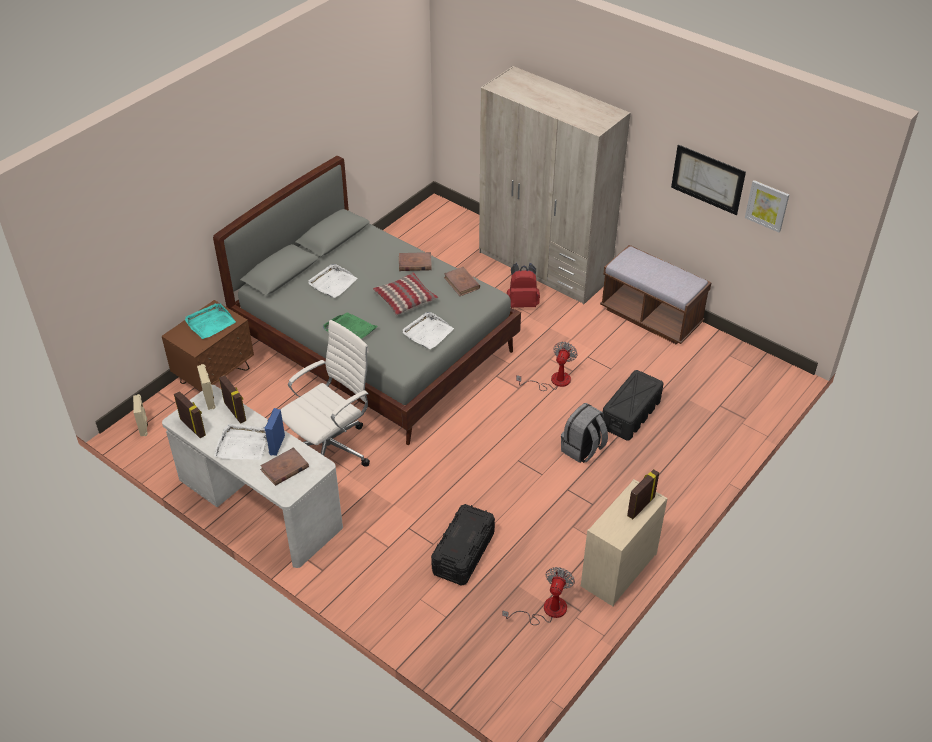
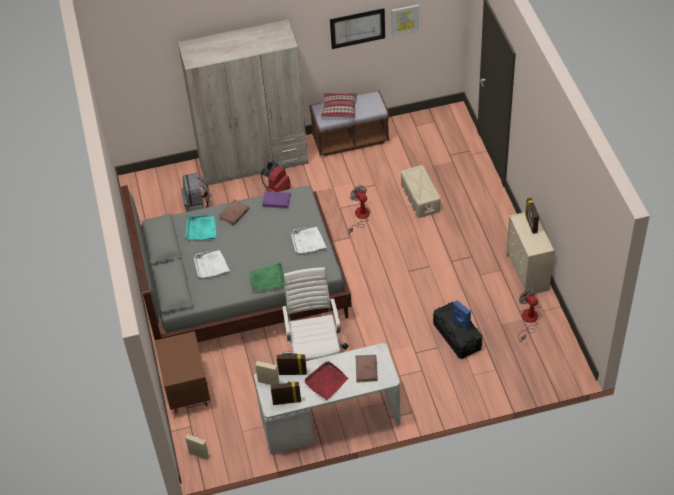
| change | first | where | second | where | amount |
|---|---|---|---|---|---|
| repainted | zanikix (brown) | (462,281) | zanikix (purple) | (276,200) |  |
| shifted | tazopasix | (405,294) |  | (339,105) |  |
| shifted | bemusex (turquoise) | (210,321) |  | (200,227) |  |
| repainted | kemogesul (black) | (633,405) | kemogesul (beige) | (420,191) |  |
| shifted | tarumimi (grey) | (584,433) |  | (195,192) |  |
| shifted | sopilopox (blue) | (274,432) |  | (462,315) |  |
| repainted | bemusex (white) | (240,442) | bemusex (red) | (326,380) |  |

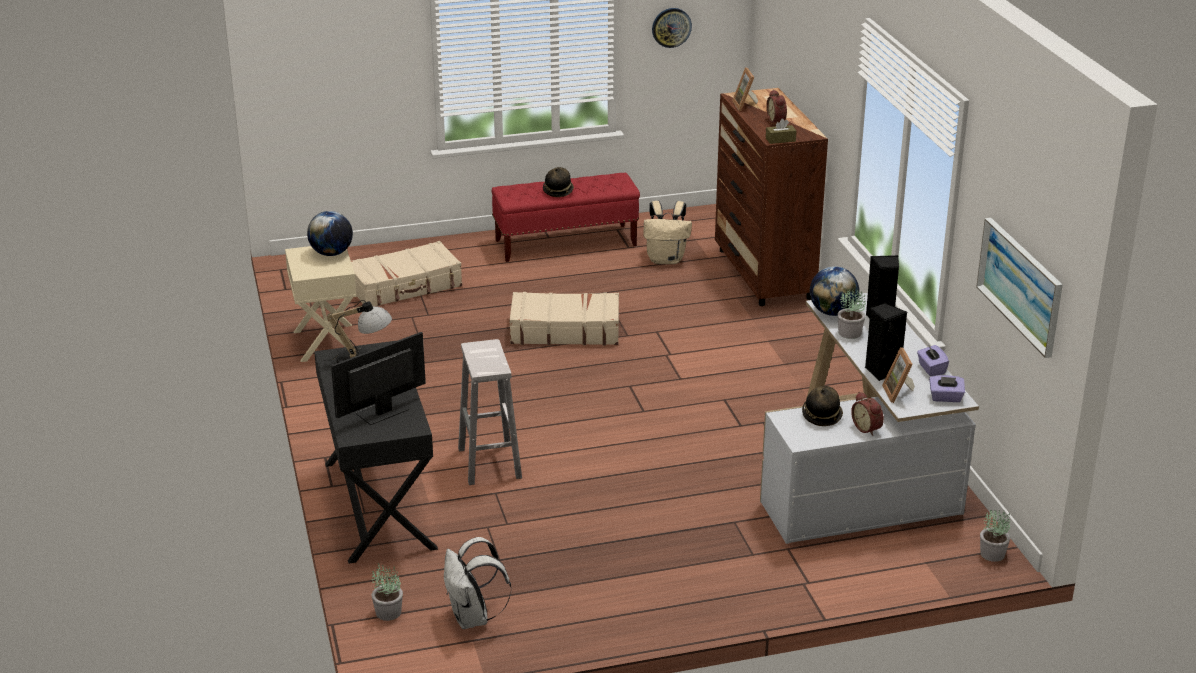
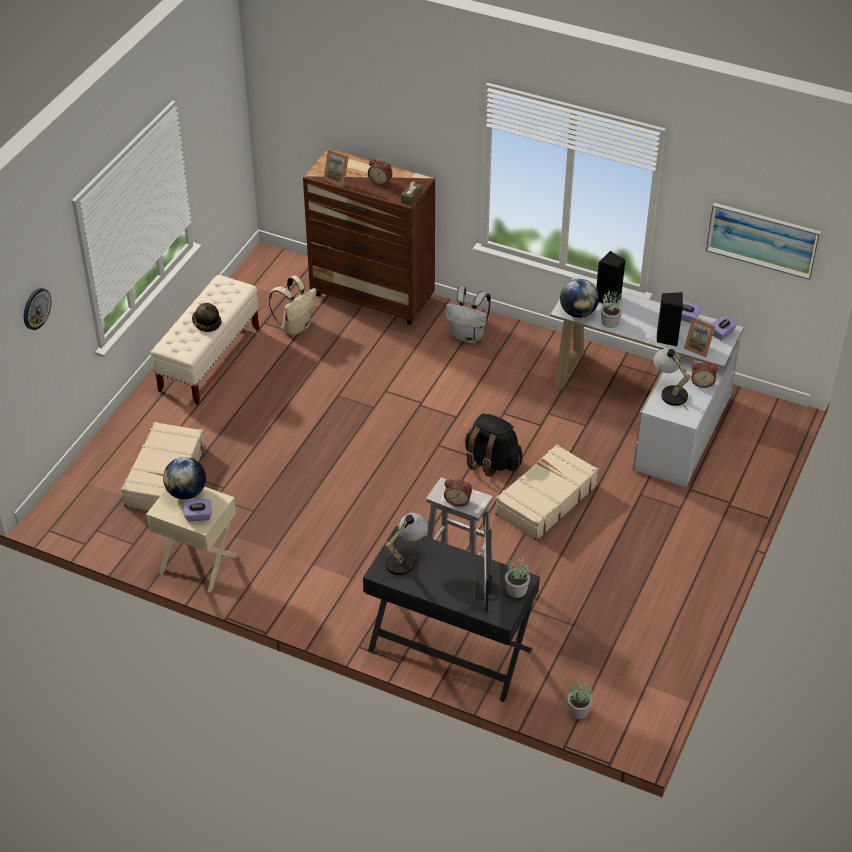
| change | first | where | second | where | amount |
|---|---|---|---|---|---|
| shifted | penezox | (672,28) |  | (38,309) |  |
| repainted | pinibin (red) | (566,217) | pinibin (beige) | (204,340) |  |
| shifted | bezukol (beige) | (564,318) |  | (546,492) |  |
| swapped | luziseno | (822,406) | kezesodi | (672,379) |  |
| shifted | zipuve | (995,536) |  | (517,577) |  |
| shifted | tarumimi (white) | (477,583) |  | (468,314) |  |
| new |  |  | tarumimi (black) | (493,445) |  |
| new |  |  | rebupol | (458,493) |  |
| new |  |  | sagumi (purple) | (197,510) |  |

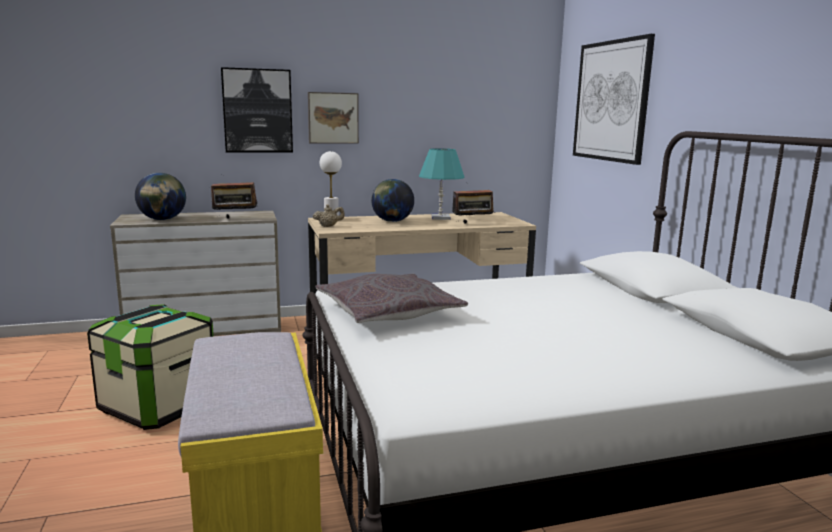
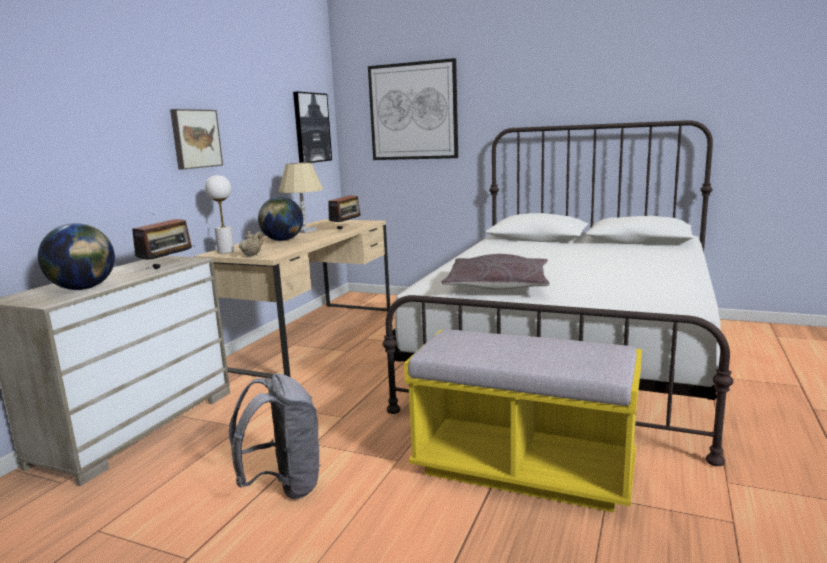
| change | first | where | second | where | amount |
|---|---|---|---|---|---|
| shifted | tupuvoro | (257,109) |  | (312,127) |  |
| repainted | kezesodi (turquoise) | (441,184) | kezesodi (beige) | (300,197) |  |
| swapped | kemogesul | (150,367) | tarumimi (grey) | (275,436) |  |

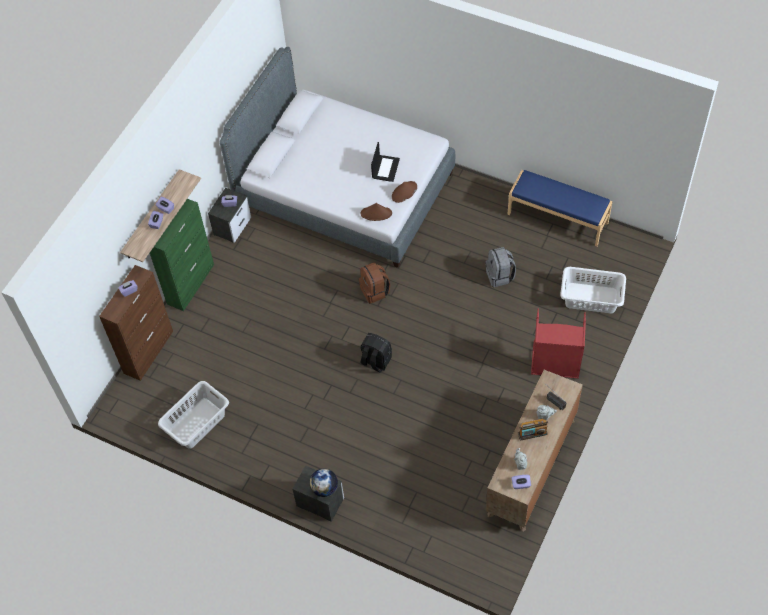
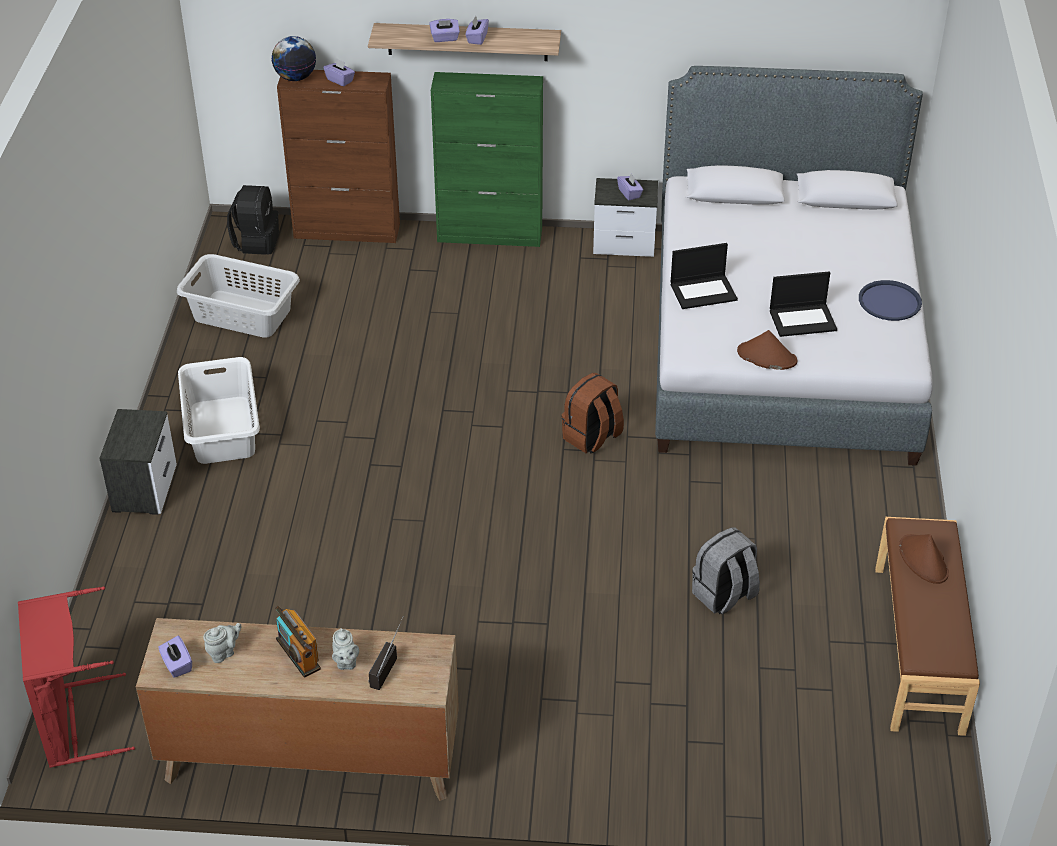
| change | first | where | second | where | amount |
|---|---|---|---|---|---|
| repainted | pinibin (blue) | (560,208) | pinibin (brown) | (927,626) |  |
| shifted | luziseno (brown) | (376,212) |  | (924,559) |  |
| shifted | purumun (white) | (593,290) |  | (219,410) |  |
| shifted | purumun (red) | (558,343) |  | (76,677) |  |
| shifted | tarumimi (black) | (376,353) |  | (253,220) |  |
| shifted | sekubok | (324,483) |  | (293,58) |  |
| new |  |  | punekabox | (704,276) |  |
| new |  |  | bemusex (blue) | (890,300) |  |

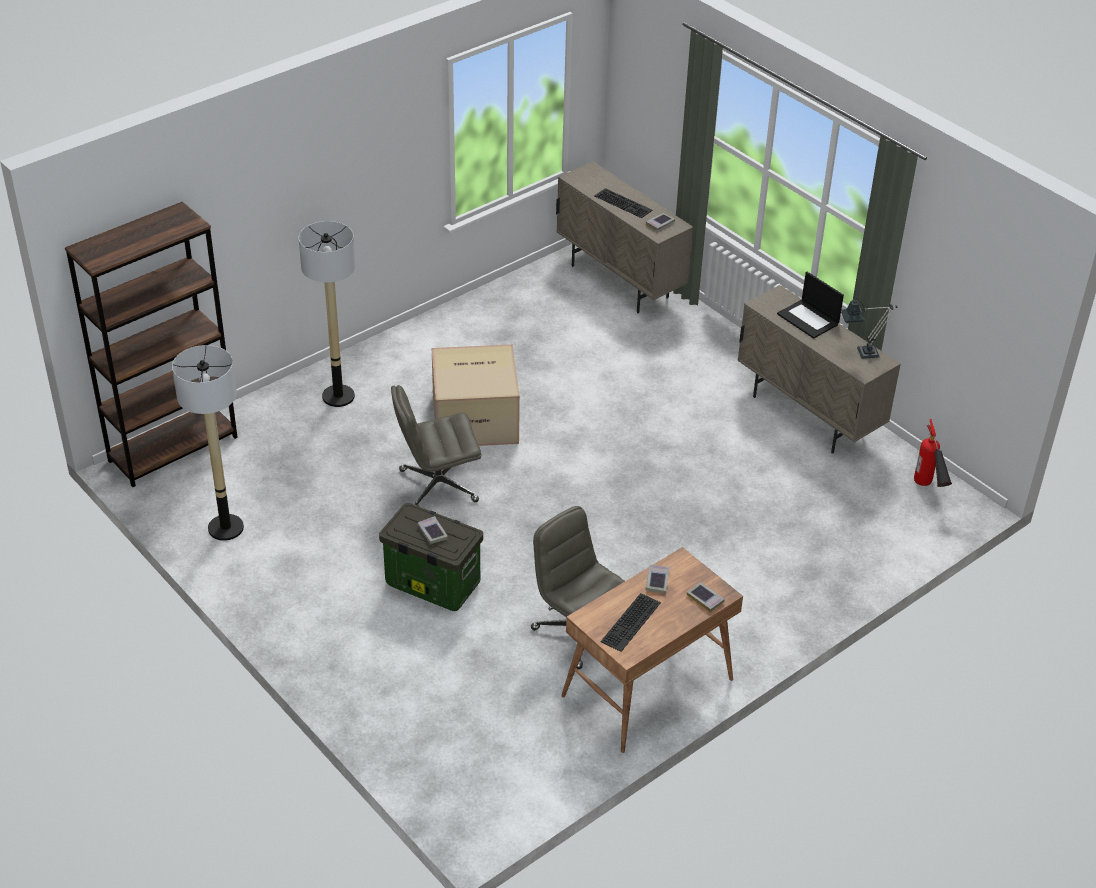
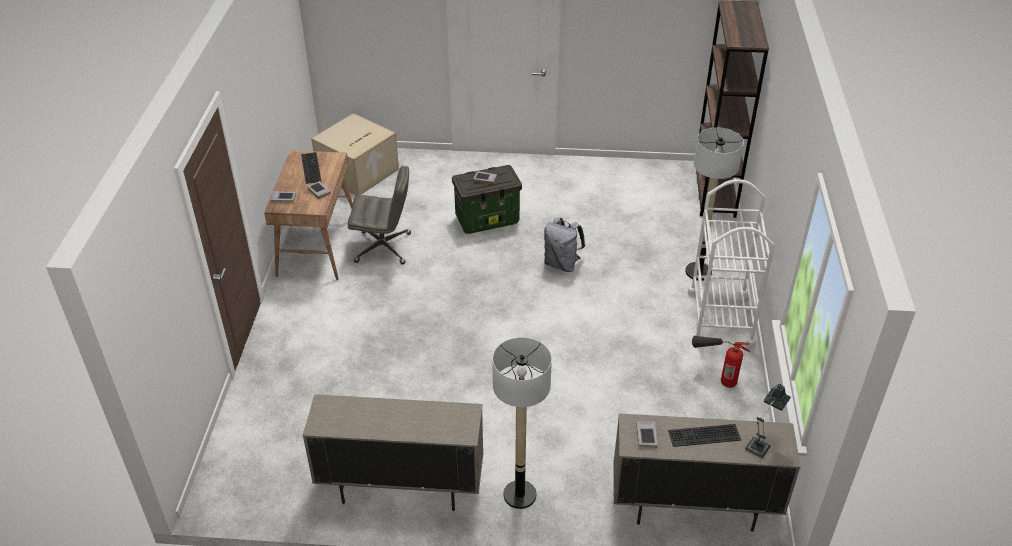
| change | first | where | second | where | amount |
|---|---|---|---|---|---|
| gone | punekabox | (810,305) |  |  |  |
| shifted | kezesodi | (869,329) |  | (768,421) |  |
| shifted | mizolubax | (476,395) |  | (355,154) |  |
| shifted | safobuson | (208,443) |  | (522,423) |  |
| swapped | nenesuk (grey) | (436,445) | tarumimi (grey) | (564,245) |  |
| shifted | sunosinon | (933,453) |  | (721,362) |  |
| new |  |  | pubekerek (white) | (731,264) |  |

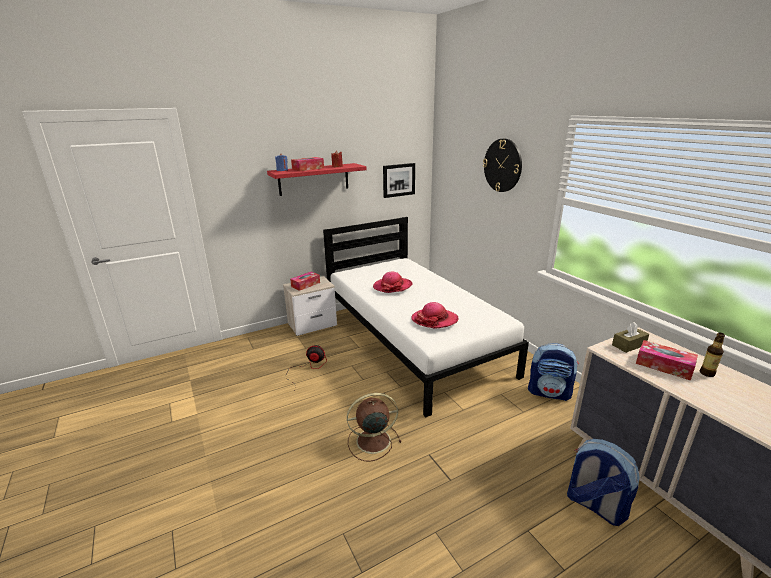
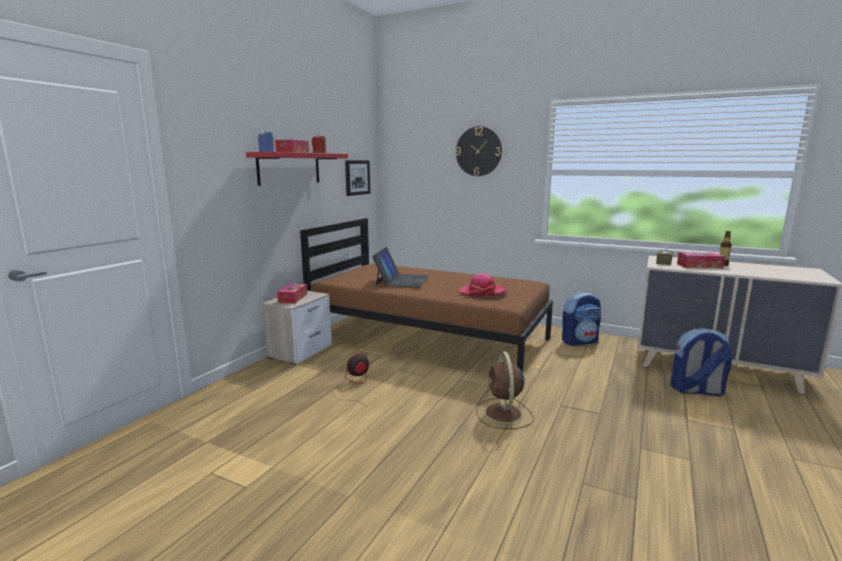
| change | first | where | second | where | amount |
|---|---|---|---|---|---|
| repainted | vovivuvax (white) | (426,317) | vovivuvax (brown) | (426,295) |  |
| swapped | luziseno | (393,282) | punekabox | (400,267) |  |
| rotated | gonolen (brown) | (374,427) |  | (505,390) | 45 degrees counterclockwise |

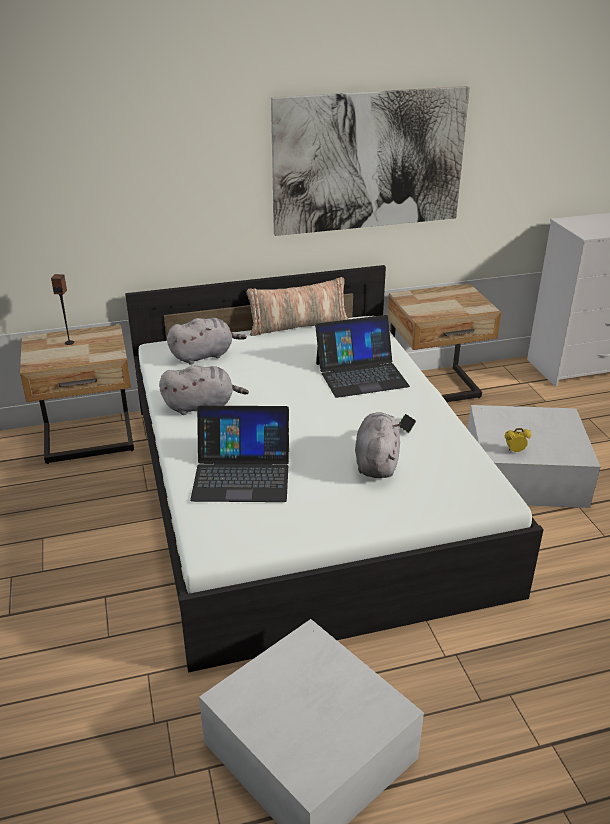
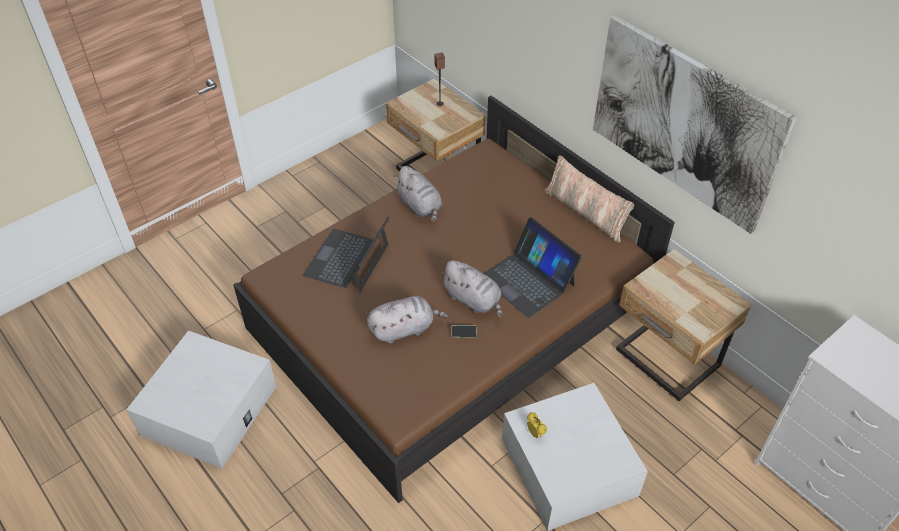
| change | first | where | second | where | amount |
|---|---|---|---|---|---|
| repainted | vovivuvax (white) | (334,469) | vovivuvax (brown) | (454,299) |  |
| shifted | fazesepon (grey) | (207,341) |  | (471,289) |  |
| rotated | punekabox | (239,454) |  | (346,254) | 45 degrees clockwise |

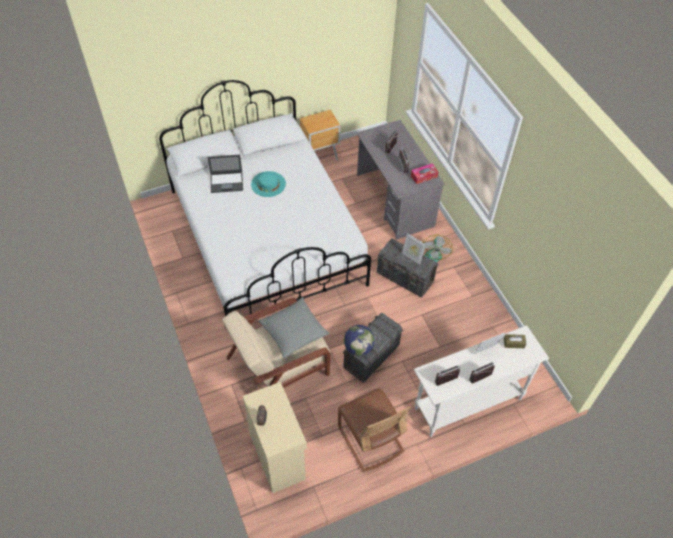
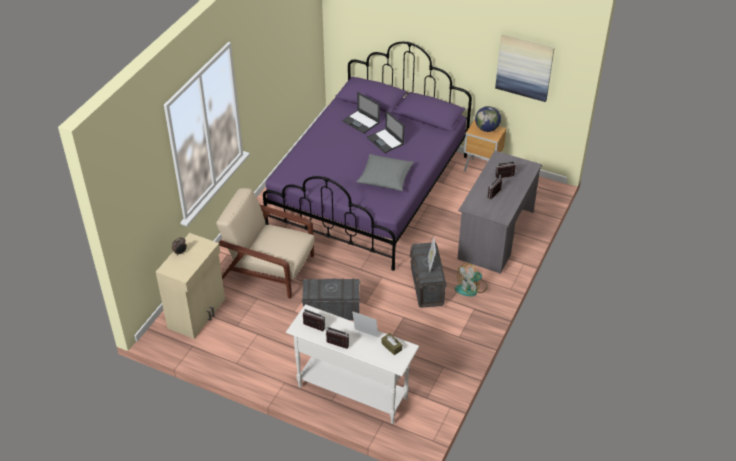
| change | first | where | second | where | amount |
|---|---|---|---|---|---|
| repainted | vovivuvax (white) | (265,198) | vovivuvax (purple) | (367,156) |  |
| gone | sagumi | (424,173) |  |  |  |
| swapped | luziseno (turquoise) | (268,184) | punekabox | (385,131) |  |
| shifted | tazopasix (grey) | (294,327) |  | (385,172) |  |
| shifted | sekubok | (359,340) |  | (488,119) |  |
| gone | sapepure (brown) | (374,430) |  |  |  |
| new |  |  | tupuvoro | (525,68) |  |

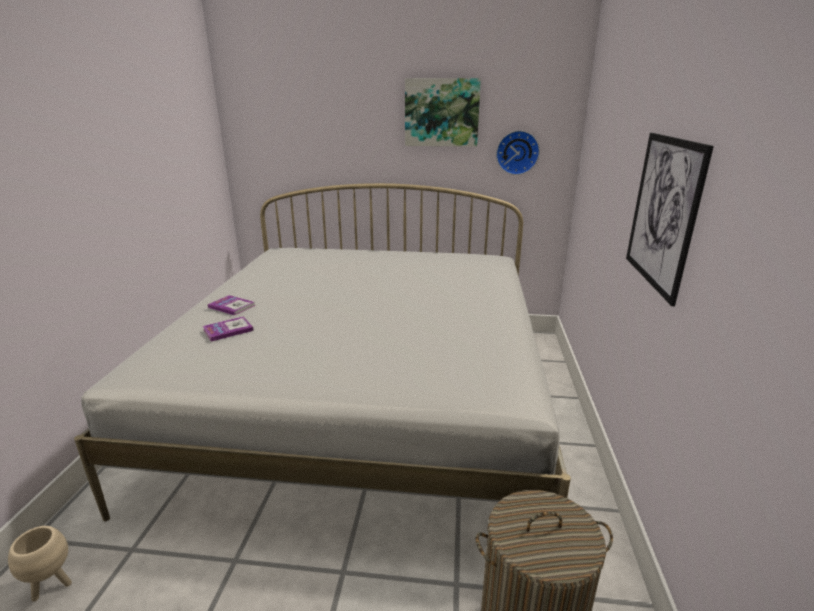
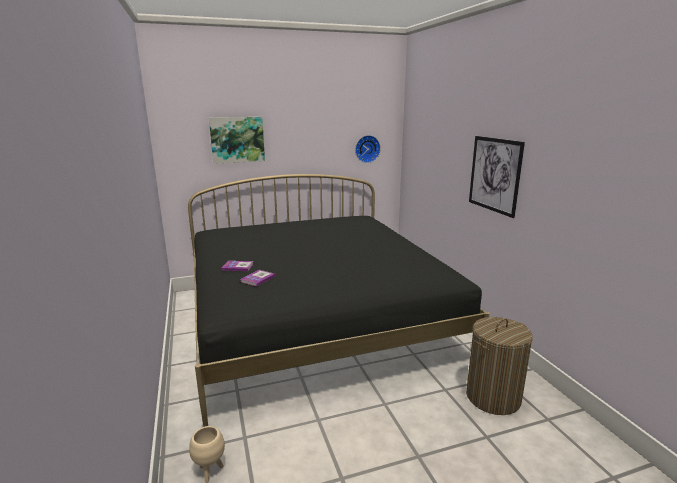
| change | first | where | second | where | amount |
|---|---|---|---|---|---|
| shifted | tupuvoro | (443,112) |  | (237,140) |  |
| repainted | vovivuvax (white) | (322,352) | vovivuvax (black) | (339,300) |  |

